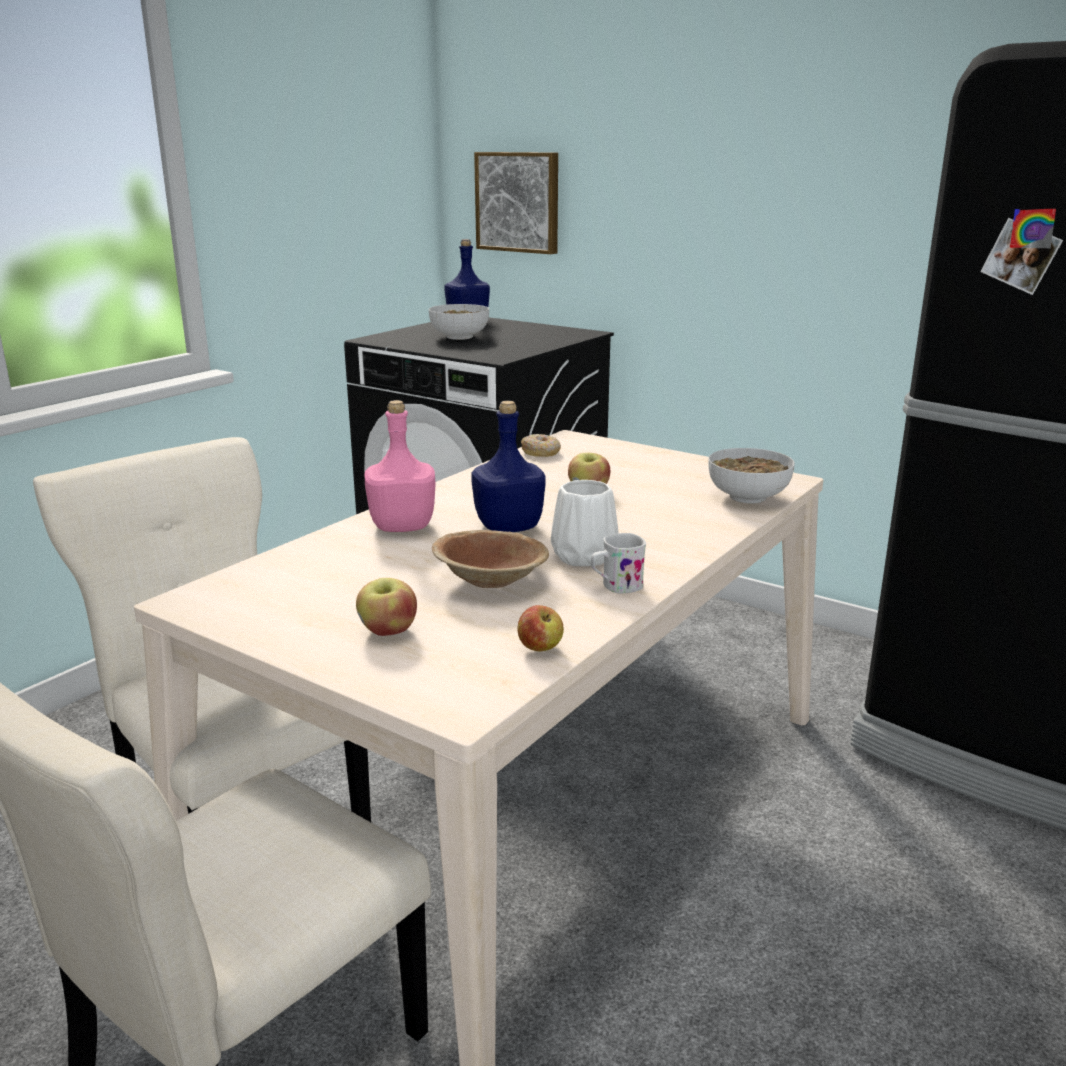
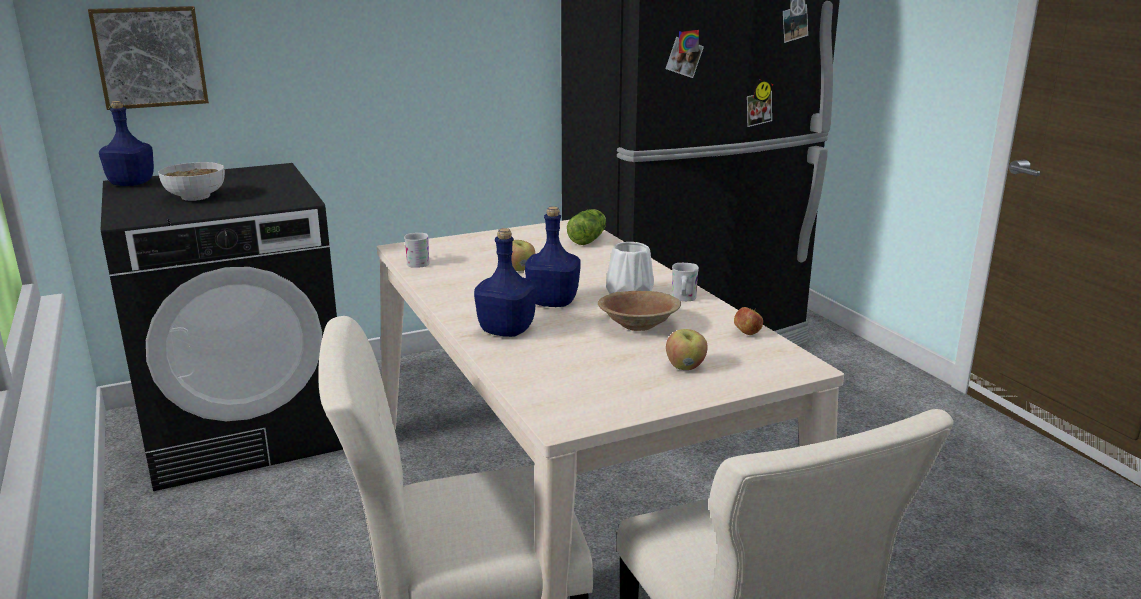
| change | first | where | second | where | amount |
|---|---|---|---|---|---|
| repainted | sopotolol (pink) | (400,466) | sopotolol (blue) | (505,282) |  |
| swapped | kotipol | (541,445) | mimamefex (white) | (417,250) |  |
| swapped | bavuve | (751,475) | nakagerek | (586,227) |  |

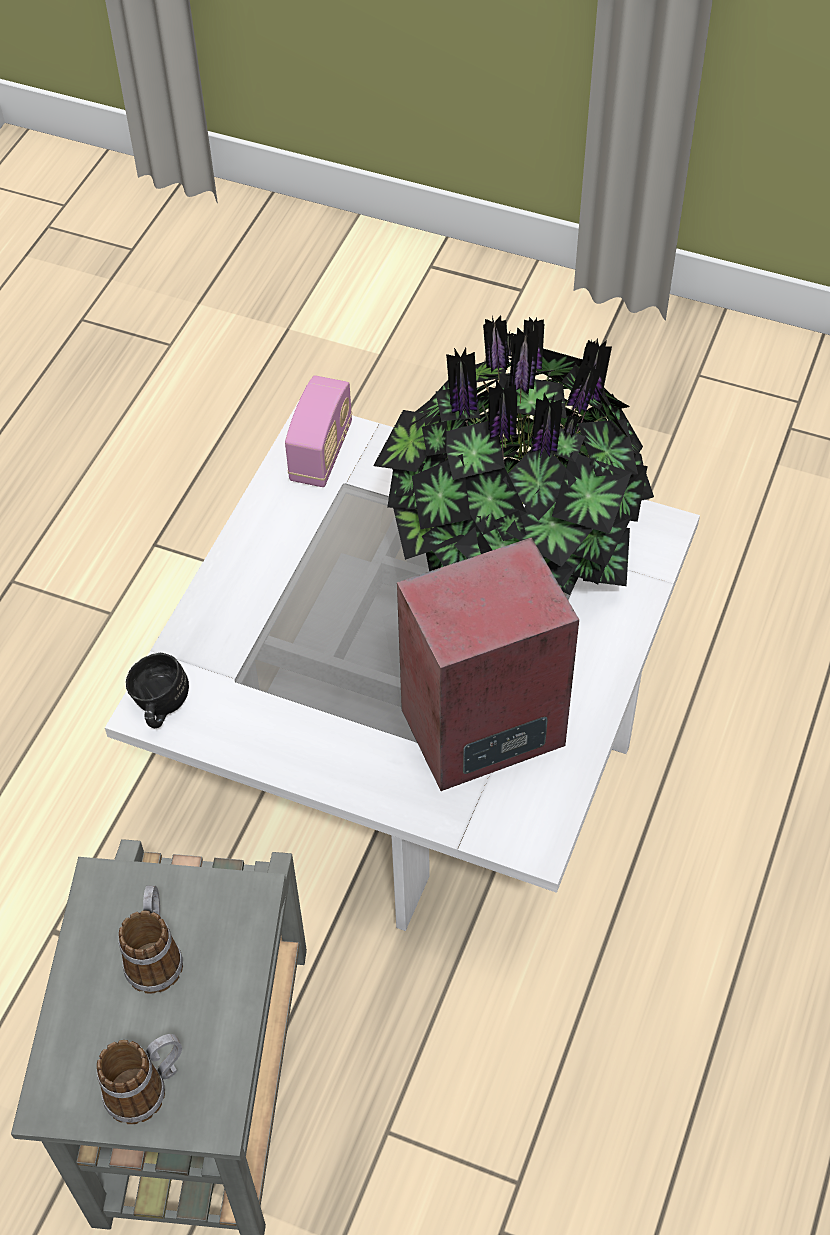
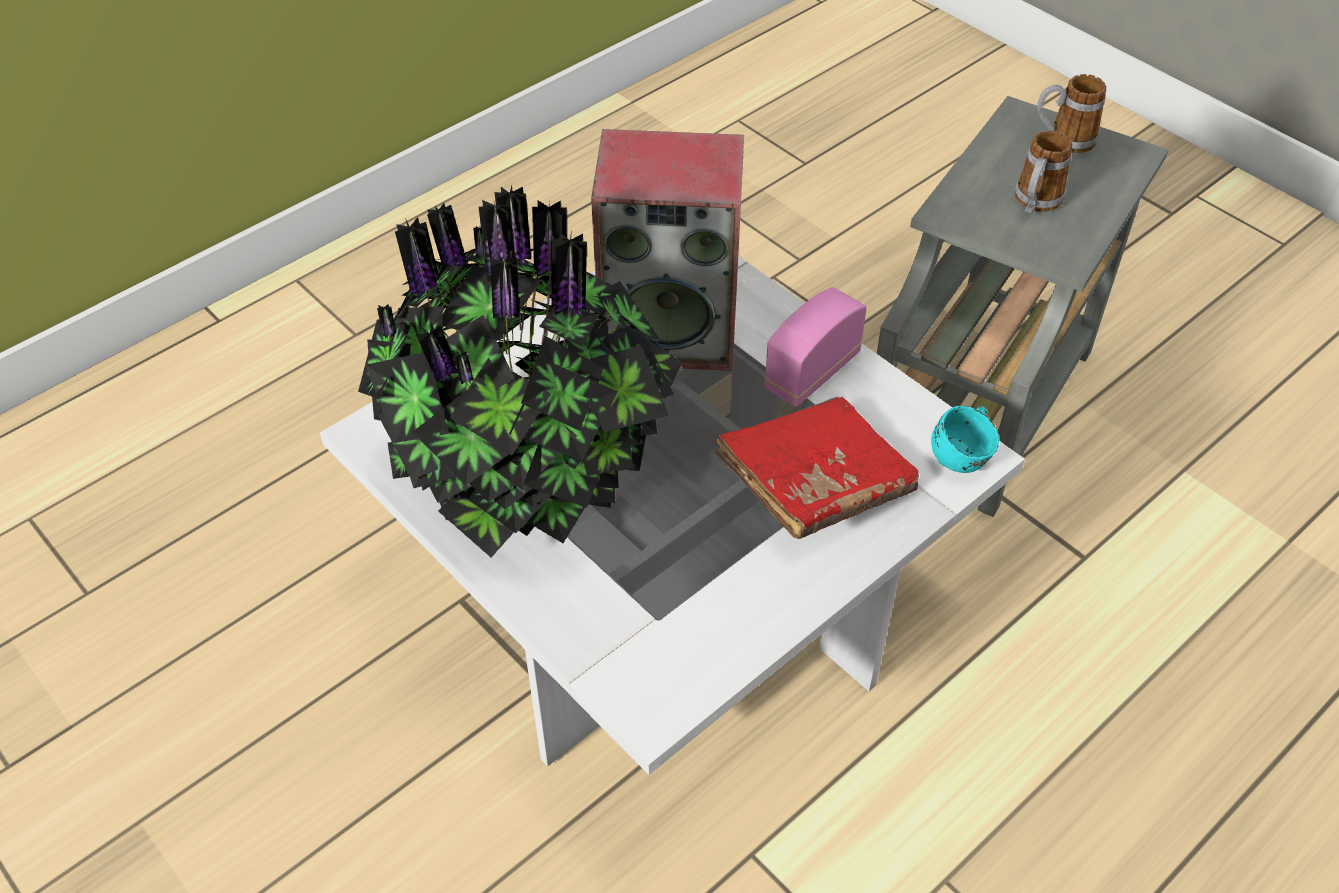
| change | first | where | second | where | amount |
|---|---|---|---|---|---|
| shifted | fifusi | (318,431) |  | (815,347) |  |
| repainted | mimamefex (black) | (157,690) | mimamefex (turquoise) | (965,439) |  |
| new |  |  | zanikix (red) | (817,468) |  |

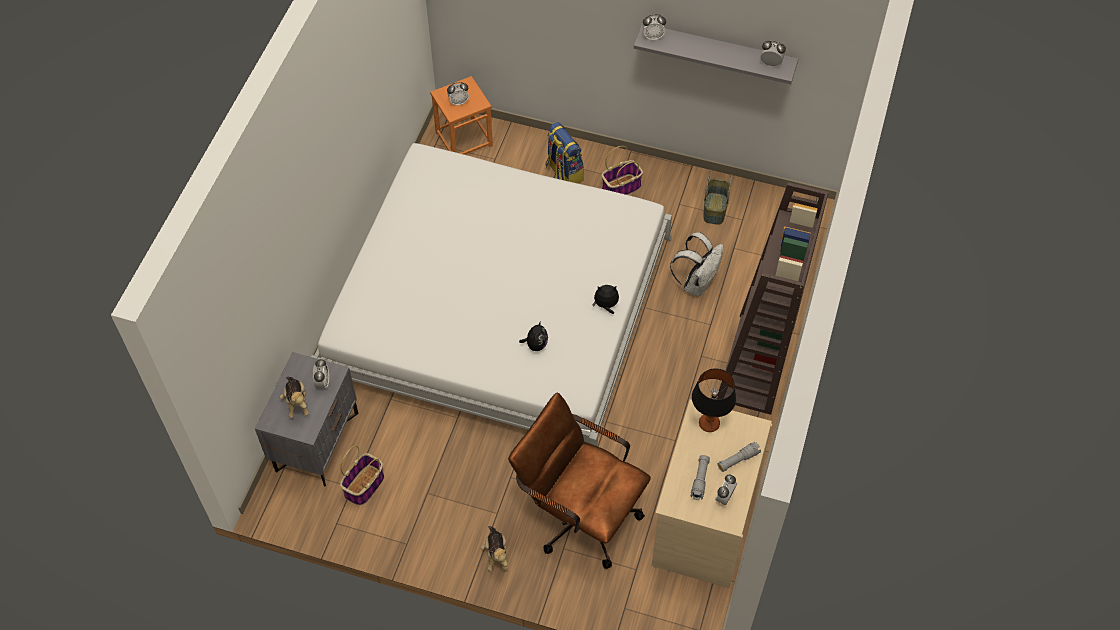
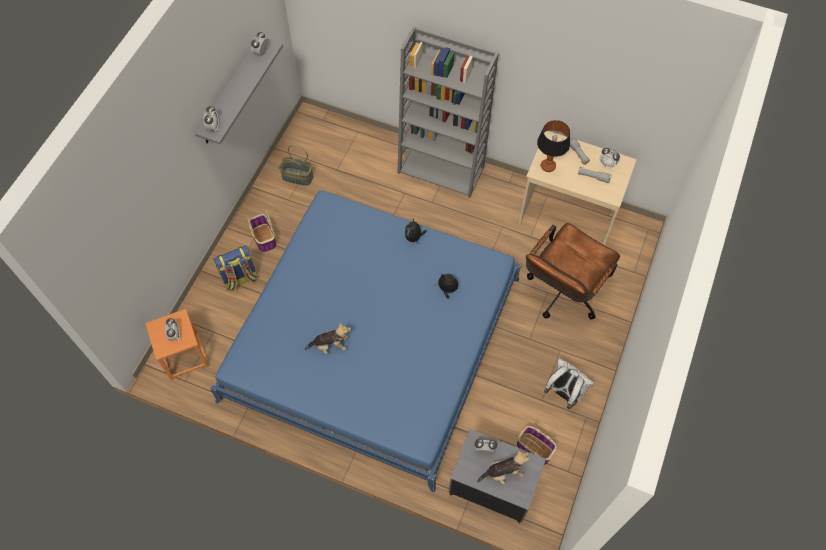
| change | first | where | second | where | amount |
|---|---|---|---|---|---|
| repainted | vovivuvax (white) | (491,294) | vovivuvax (blue) | (365,341) |  |
| repainted | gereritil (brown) | (773,298) | gereritil (grey) | (448,112) |  |
| shifted | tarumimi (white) | (696,264) |  | (569,383) |  |
| shifted | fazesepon | (494,548) |  | (328,338) |  |

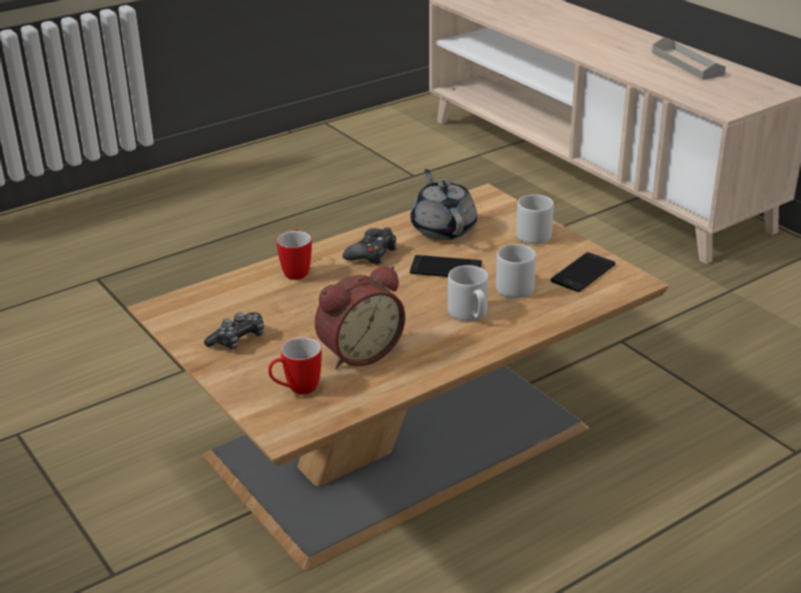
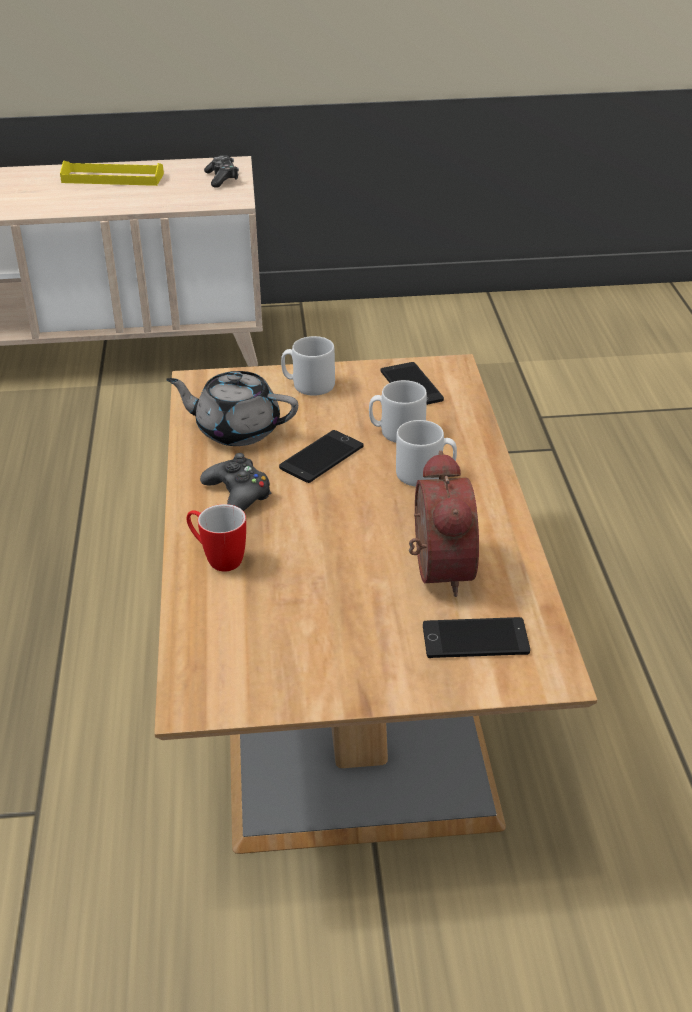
| change | first | where | second | where | amount |
|---|---|---|---|---|---|
| repainted | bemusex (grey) | (689,58) | bemusex (yellow) | (112,173) |  |
| shifted | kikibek | (234,331) |  | (221,171) |  |
| swapped | mimamefex | (295,365) | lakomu | (476,637) |  |

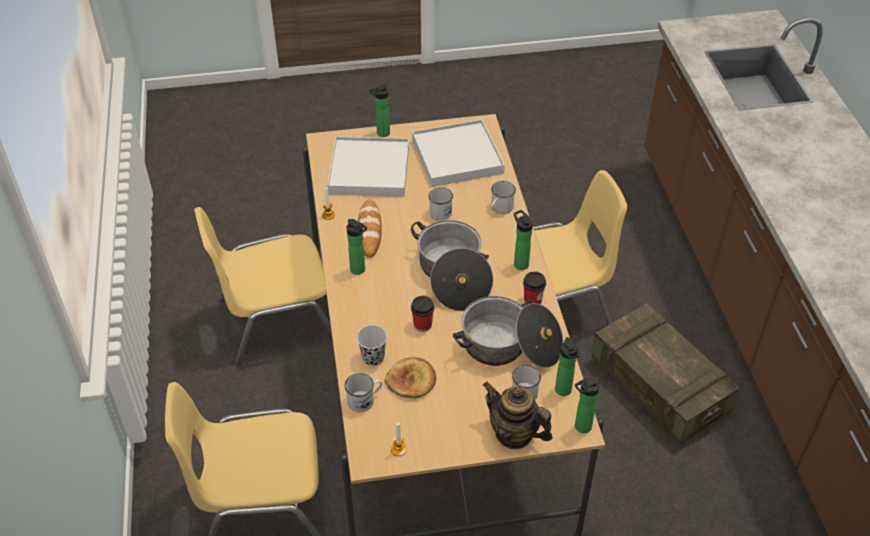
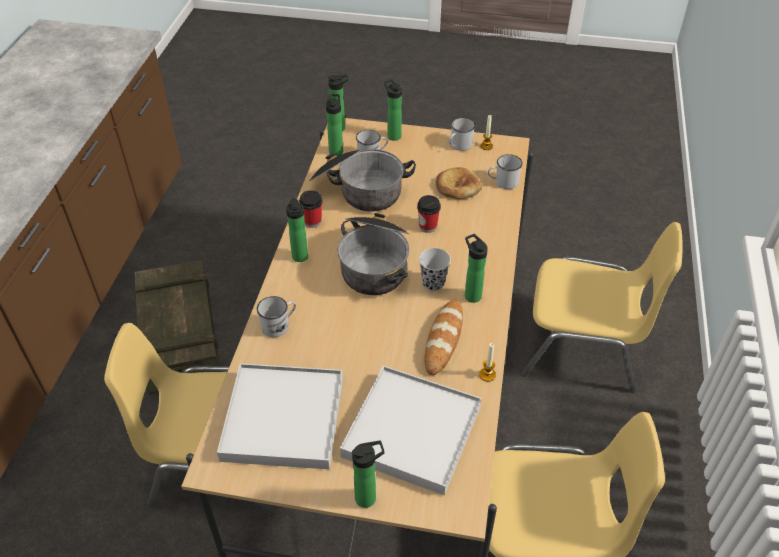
| change | first | where | second | where | amount |
|---|---|---|---|---|---|
| shifted | mimamefex (white) | (441,204) |  | (462,134) |  |
| shifted | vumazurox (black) | (372,345) |  | (435,269) |  |
| swapped | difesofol | (517,415) | sopotolol | (393,110) |  |

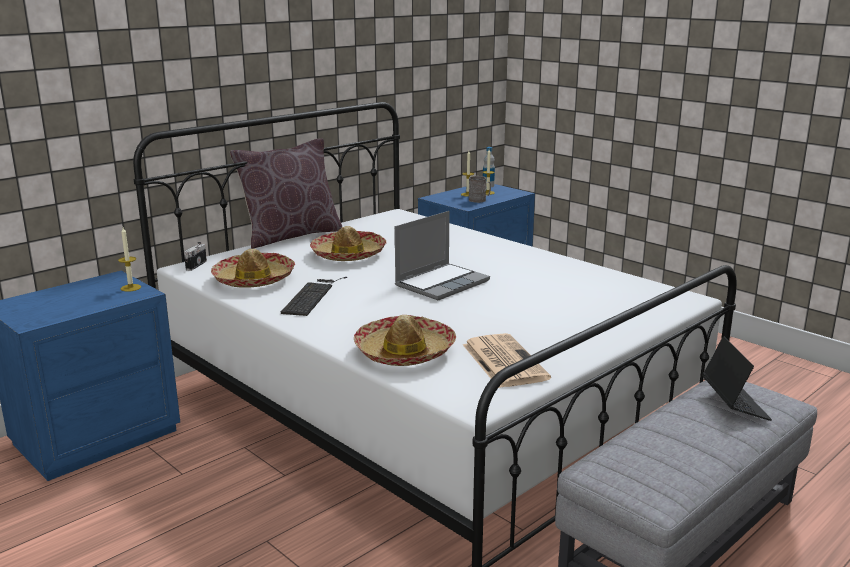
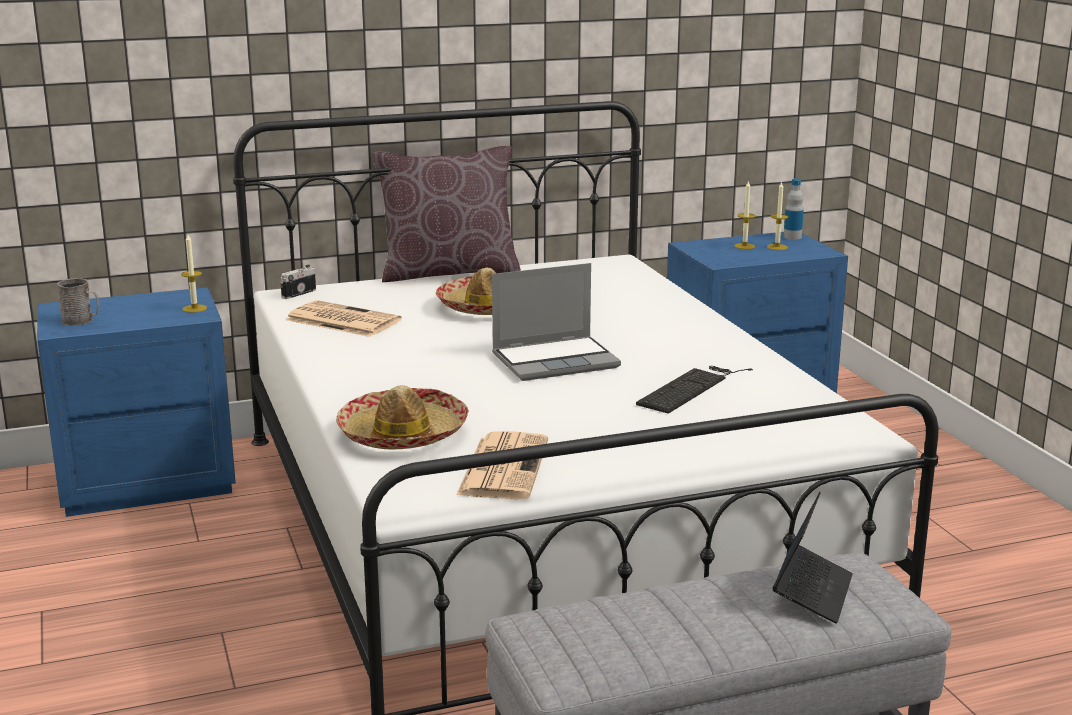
| change | first | where | second | where | amount |
|---|---|---|---|---|---|
| shifted | mimamefex (grey) | (480,189) |  | (78,302) |  |
| swapped | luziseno | (253,268) | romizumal | (344,318) |  |
| shifted | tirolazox | (314,296) |  | (694,390) |  |

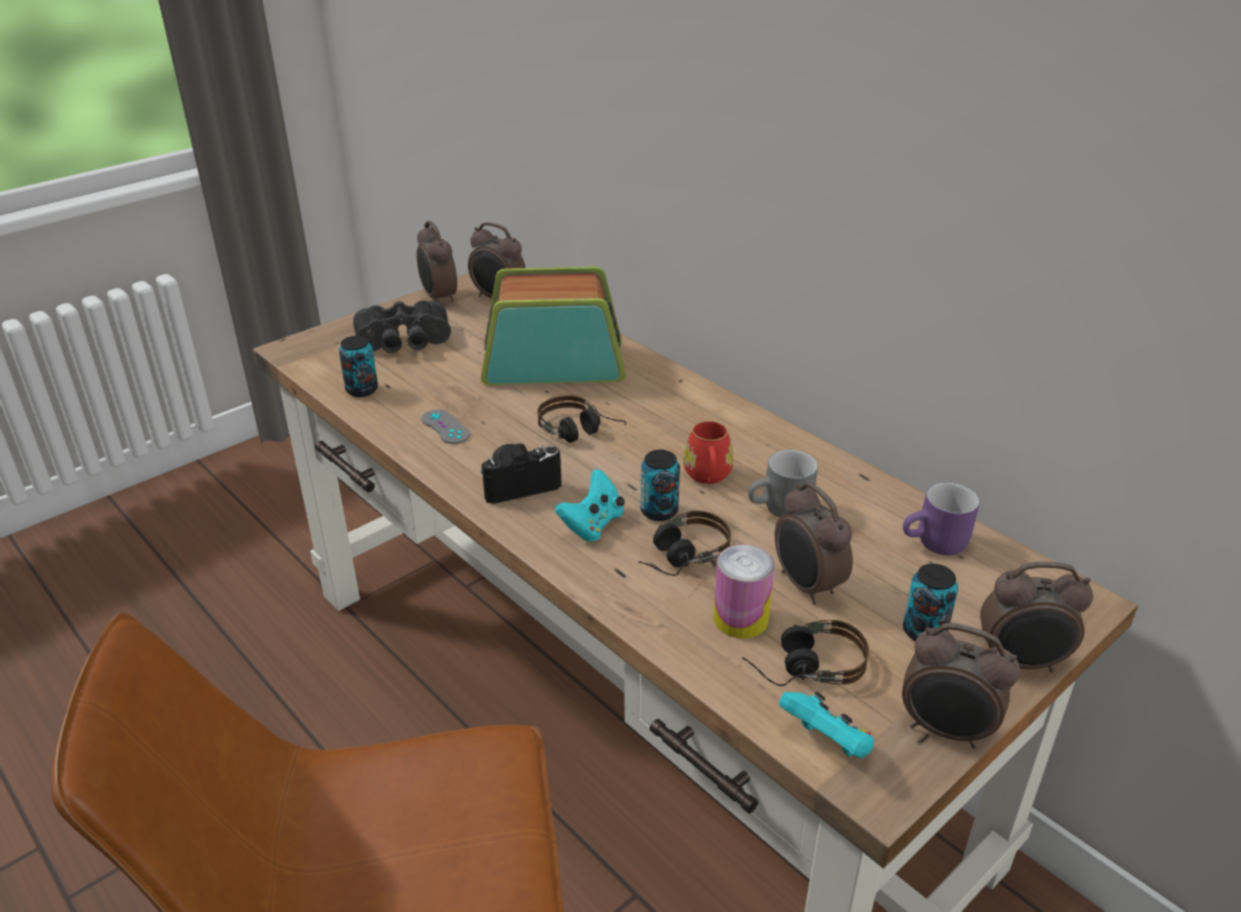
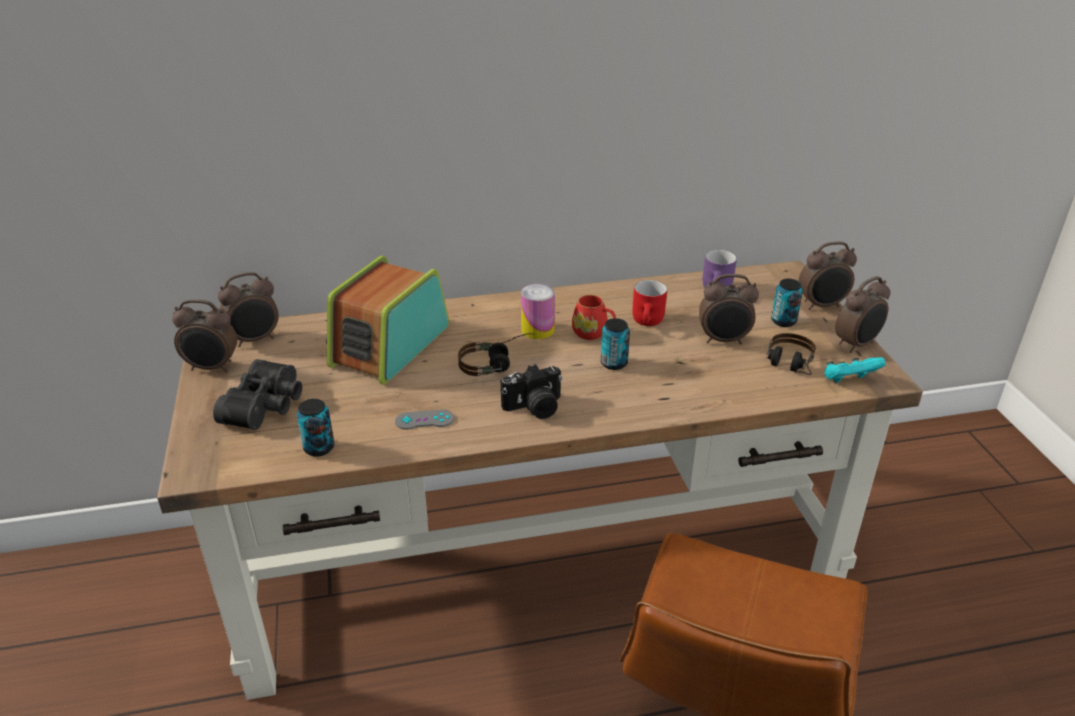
| change | first | where | second | where | amount |
|---|---|---|---|---|---|
| rotated | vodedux | (521,473) |  | (531,391) | 120 degrees counterclockwise |
| repainted | mimamefex (grey) | (783,483) | mimamefex (red) | (650,303) |  |
| gone | kikibek (turquoise) | (590,505) |  |  |  |
| gone | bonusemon | (684,543) |  |  |  |
| shifted | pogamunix | (744,592) |  | (538,311) |  |
| rotated | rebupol | (1036,617) |  | (828,275) | 45 degrees clockwise |

